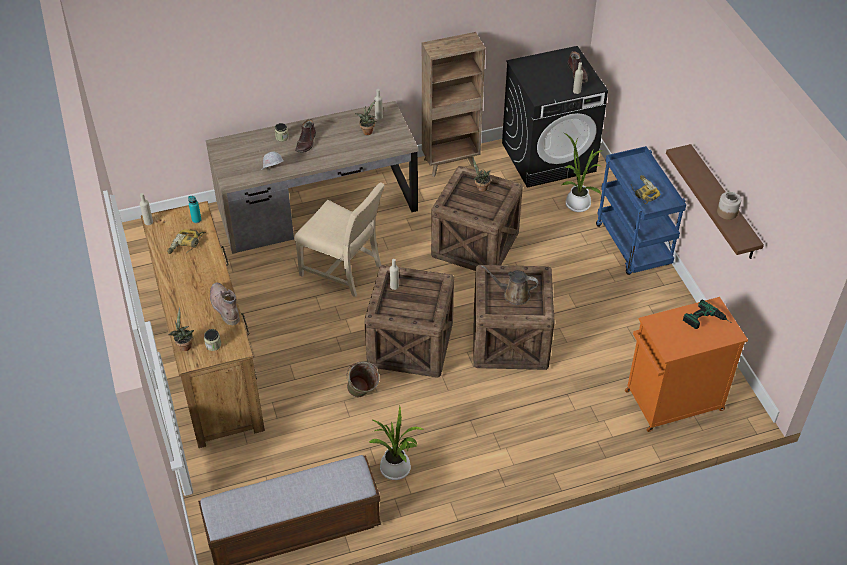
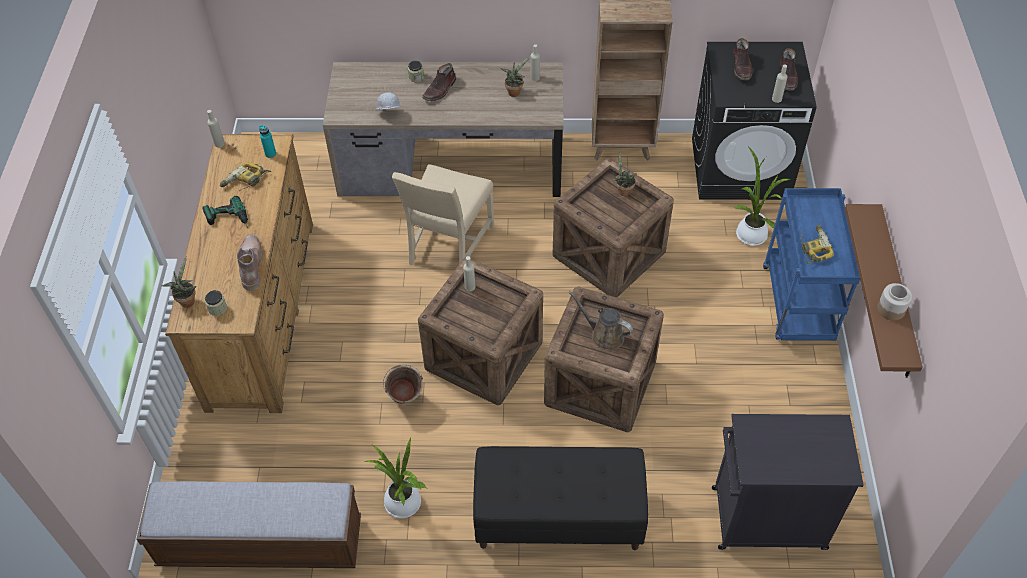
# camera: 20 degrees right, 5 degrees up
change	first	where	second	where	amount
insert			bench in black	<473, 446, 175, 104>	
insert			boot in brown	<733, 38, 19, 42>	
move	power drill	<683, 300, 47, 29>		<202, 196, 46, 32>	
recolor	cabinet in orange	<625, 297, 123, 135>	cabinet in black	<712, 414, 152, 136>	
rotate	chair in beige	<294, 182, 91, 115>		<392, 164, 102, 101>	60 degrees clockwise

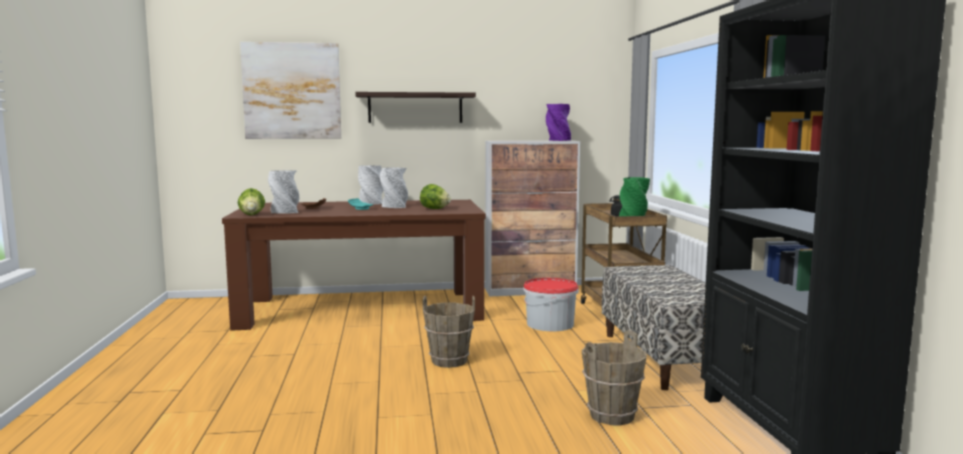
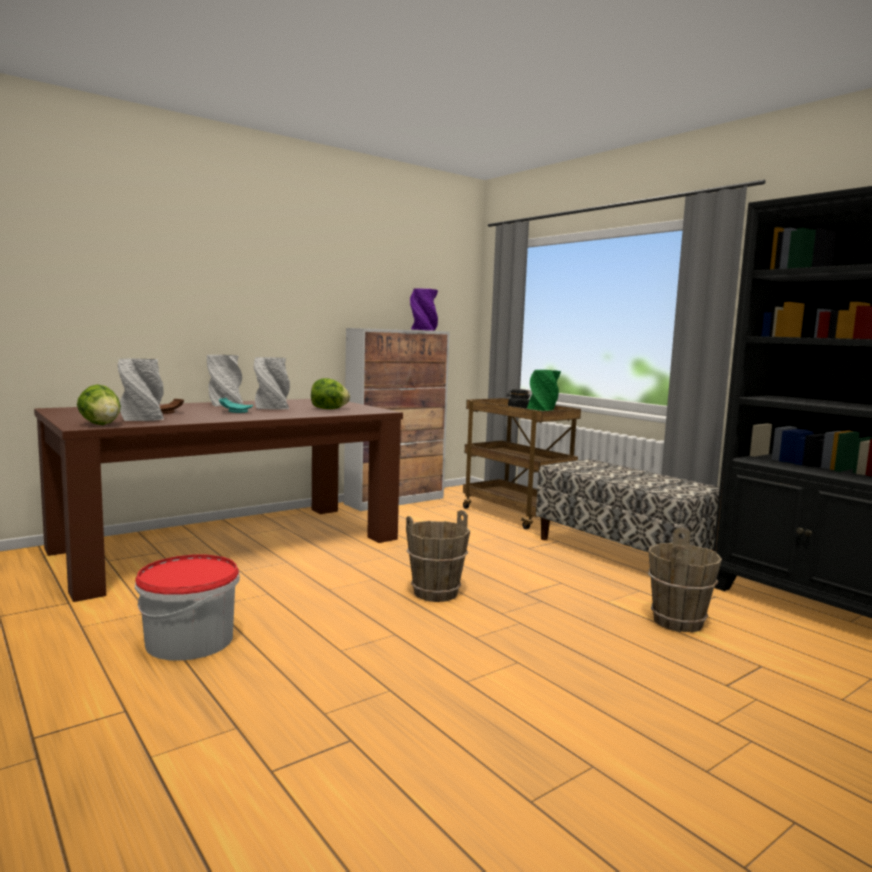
# camera: 30 degrees left, 0 degrees up
change	first	where	second	where	amount
delete	picture	<240, 42, 101, 97>			
delete	shelf	<355, 92, 121, 31>			
move	bucket	<523, 278, 56, 53>		<135, 555, 105, 106>	

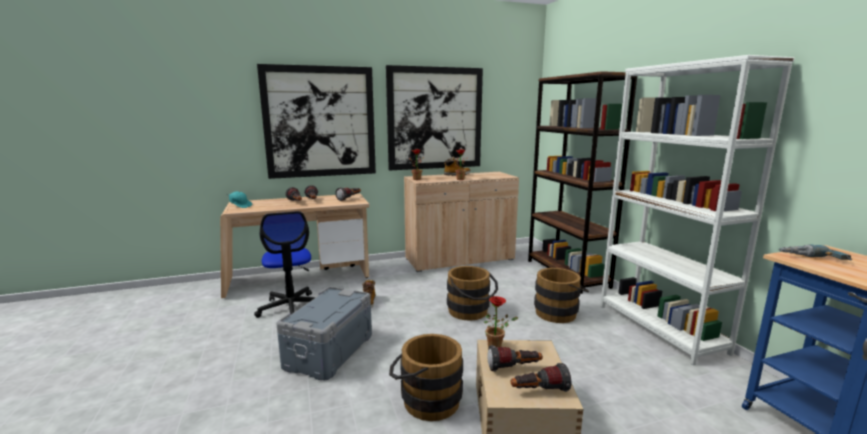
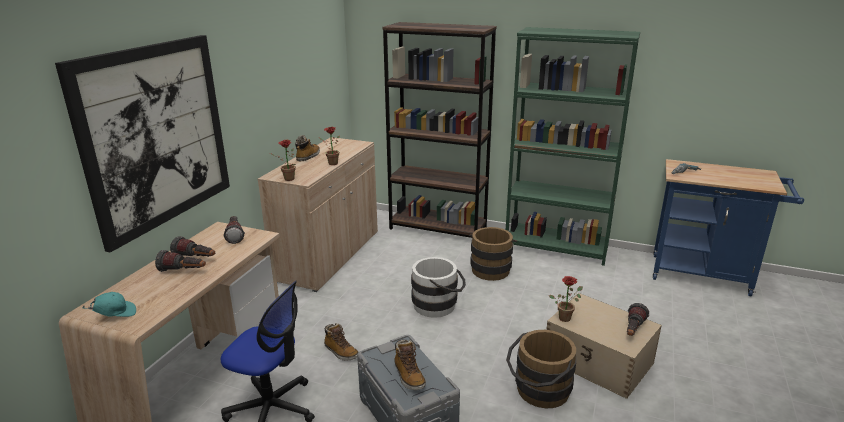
# camera: 50 degrees left, 10 degrees up
change	first	where	second	where	amount
delete	picture	<386, 65, 97, 105>			
delete	flashlight	<487, 345, 56, 27>			
insert			boot	<394, 339, 32, 51>	
recolor	bucket in brown	<447, 266, 51, 55>	bucket in white	<411, 257, 55, 61>	
recolor	bookcase in white	<600, 55, 195, 310>	bookcase in green	<506, 27, 134, 239>	

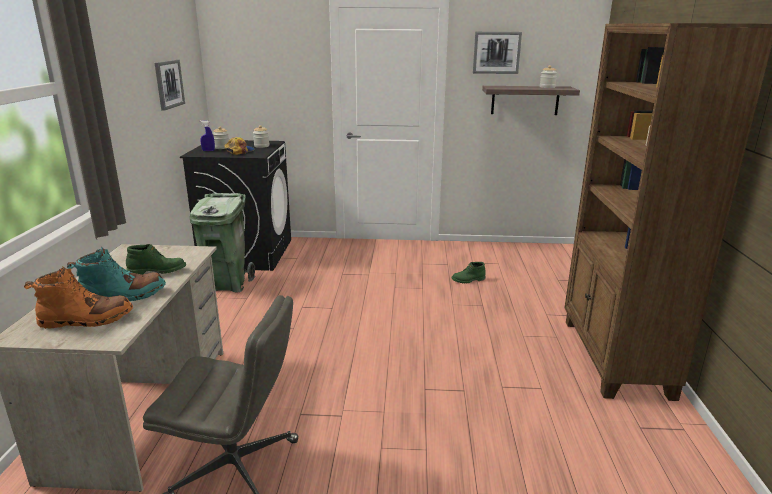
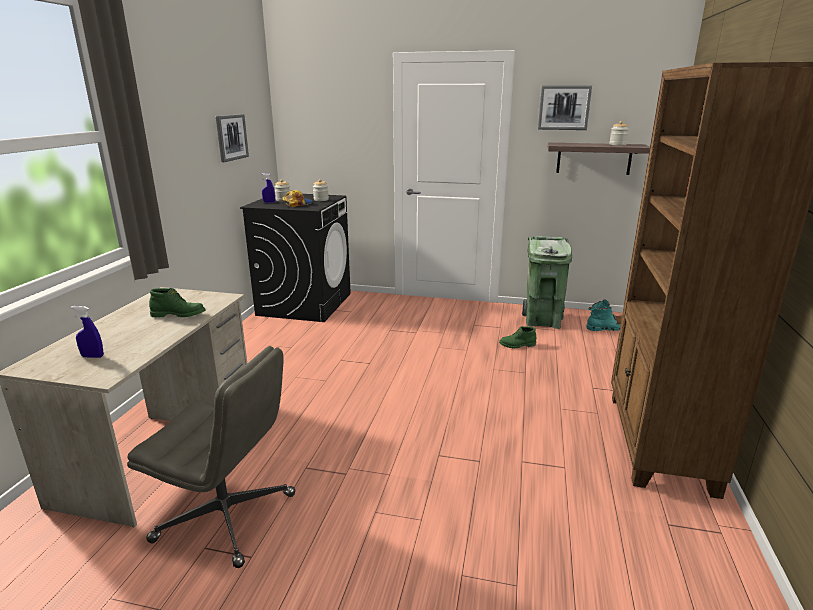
# camera: 10 degrees right, 0 degrees up
change	first	where	second	where	amount
move	boot in turquoise	<67, 247, 99, 54>		<586, 300, 36, 31>	
move	trash can in green	<190, 193, 65, 99>		<522, 236, 50, 93>	
replace	boot in orange	<24, 267, 109, 62>	spray bottle in blue	<71, 306, 33, 52>	

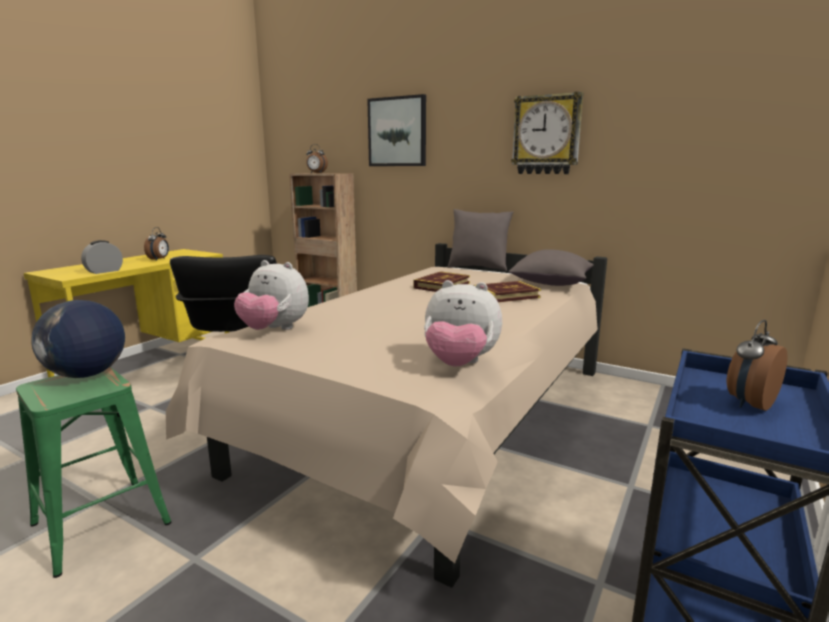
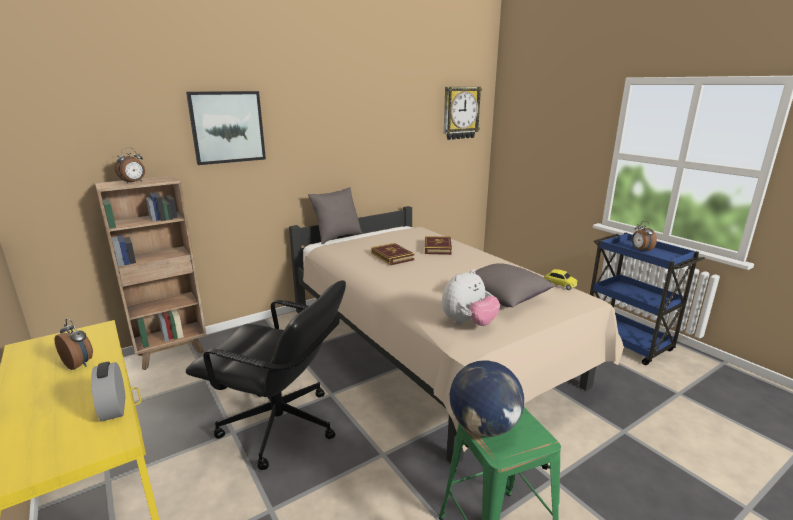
# camera: 65 degrees left, 5 degrees up
change	first	where	second	where	amount
move	pillow in grey	<508, 249, 86, 37>		<475, 263, 81, 44>	
move	wall clock	<511, 92, 72, 82>		<444, 87, 38, 53>	
replace	plush toy	<424, 280, 78, 87>	toy car	<543, 269, 35, 21>	

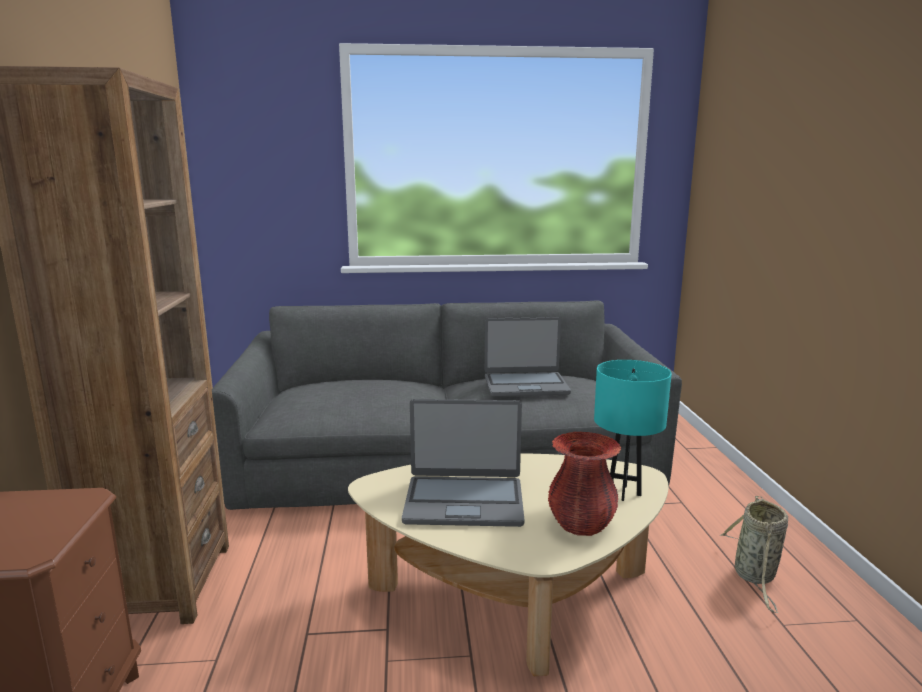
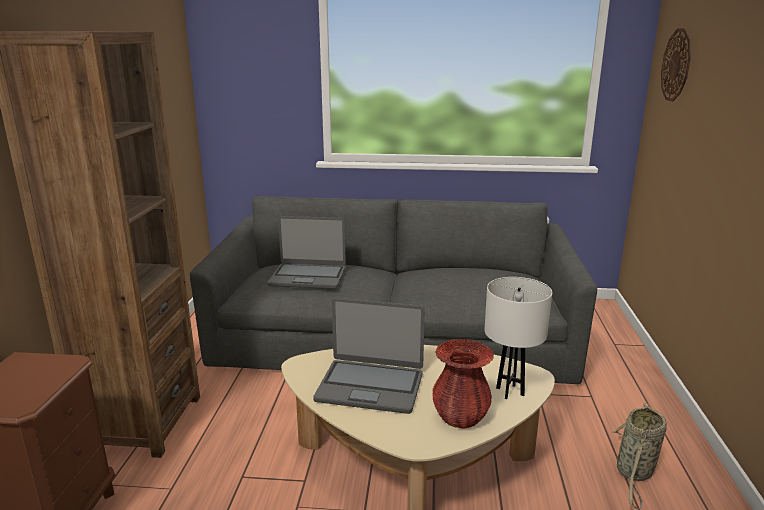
# camera: 10 degrees right, 5 degrees up
change	first	where	second	where	amount
insert			wall clock	<661, 28, 30, 74>	
move	laptop	<485, 317, 86, 80>		<268, 216, 78, 73>	
recolor	table lamp in turquoise	<594, 360, 78, 141>	table lamp in white	<484, 277, 68, 122>	

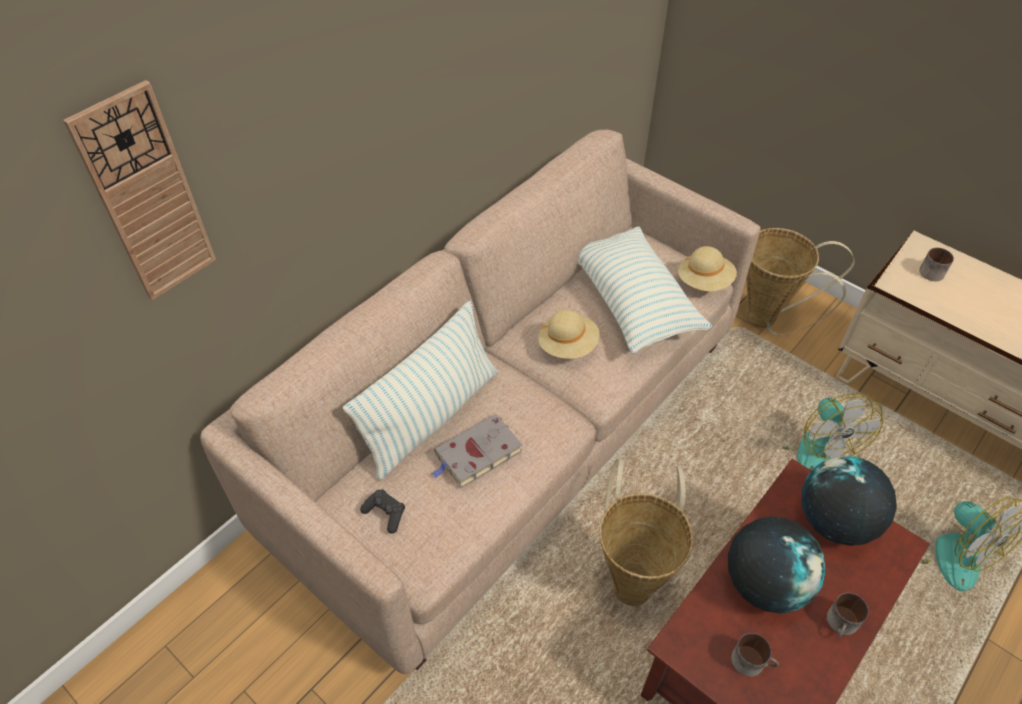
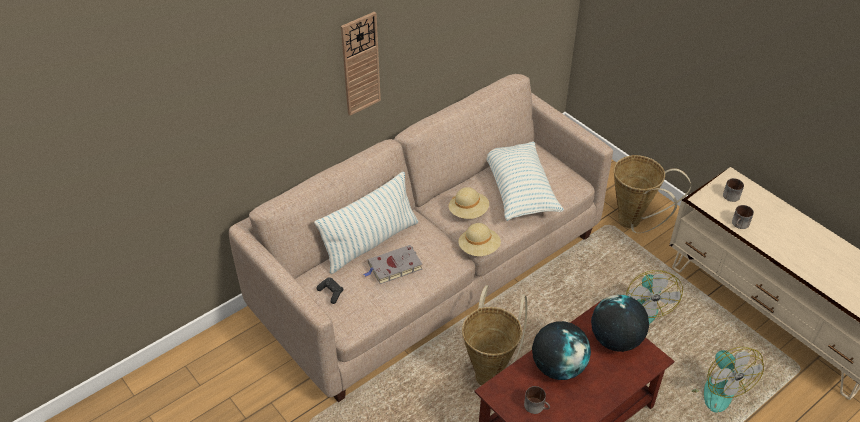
# camera: 10 degrees right, 5 degrees down
change	first	where	second	where	amount
move	wall clock	<63, 80, 153, 220>		<341, 12, 40, 104>	
move	hat in beige	<678, 246, 59, 45>		<458, 223, 43, 33>	
move	mug	<827, 593, 42, 44>		<732, 205, 22, 24>	

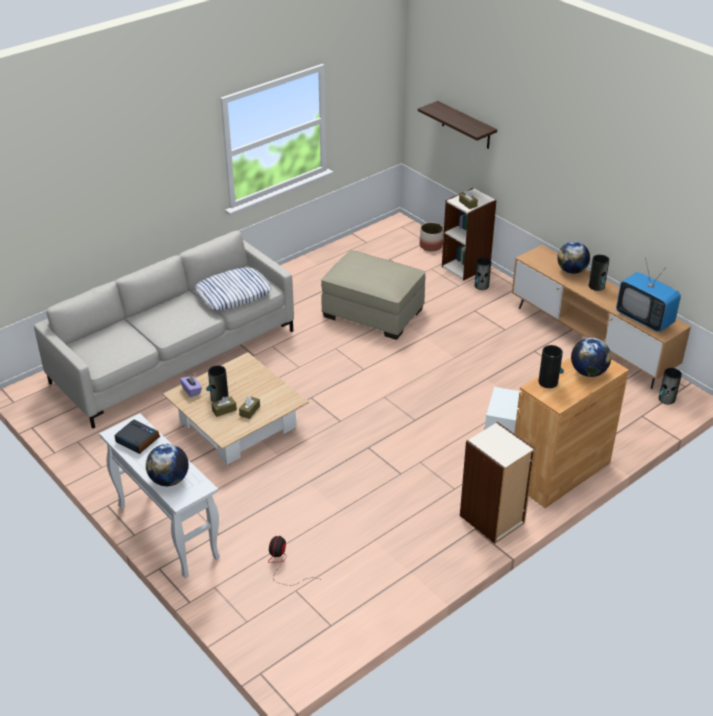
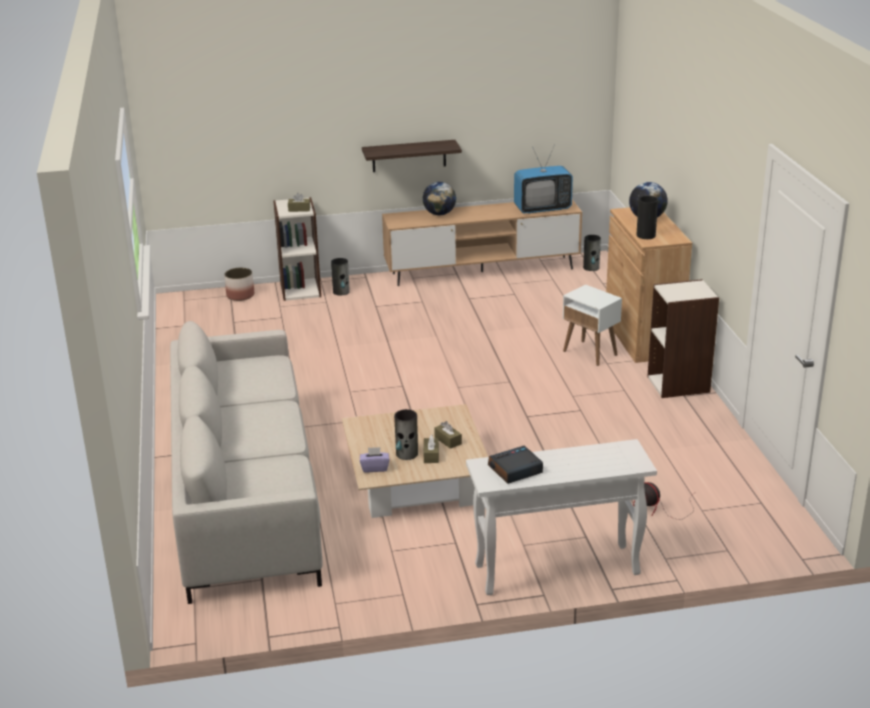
# camera: 60 degrees left, 10 degrees down
change	first	where	second	where	amount
delete	globe	<146, 444, 43, 42>			
delete	pillow	<194, 267, 77, 43>			
delete	ottoman in beige	<321, 250, 104, 90>			
delete	vase	<588, 255, 21, 36>			
move	shelf	<418, 101, 79, 48>		<362, 140, 100, 32>	

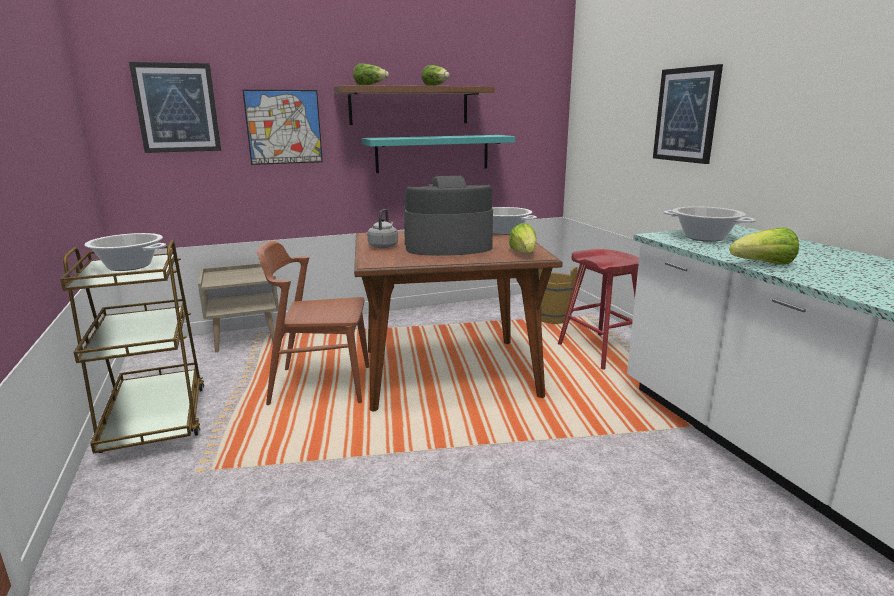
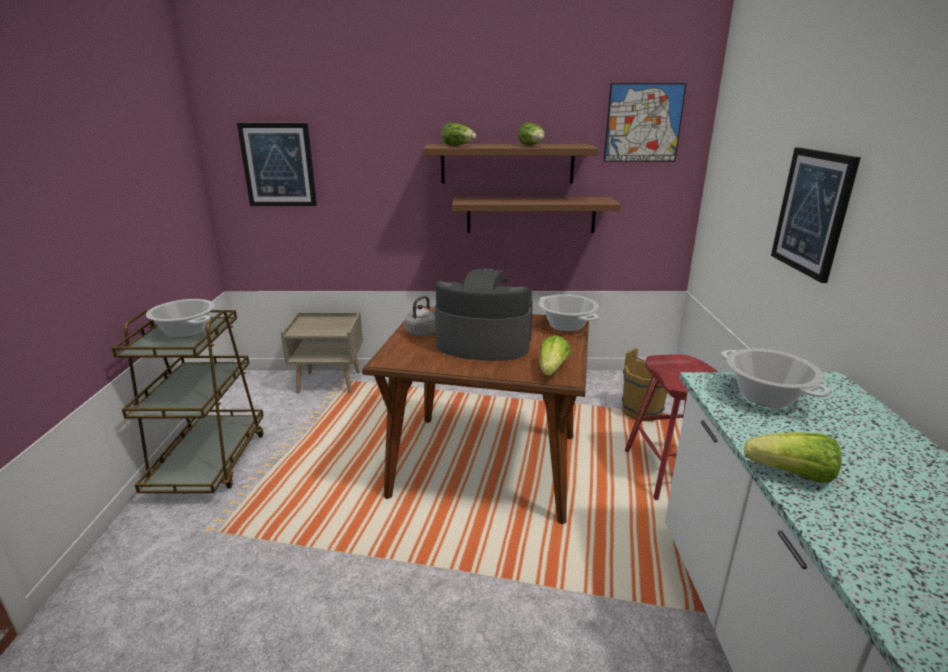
# camera: 20 degrees right, 5 degrees up
change	first	where	second	where	amount
delete	chair in brown	<257, 240, 112, 165>			
move	picture	<243, 90, 80, 75>		<604, 83, 82, 79>	
recolor	shelf in turquoise	<361, 135, 154, 38>	shelf in brown	<452, 197, 169, 36>	

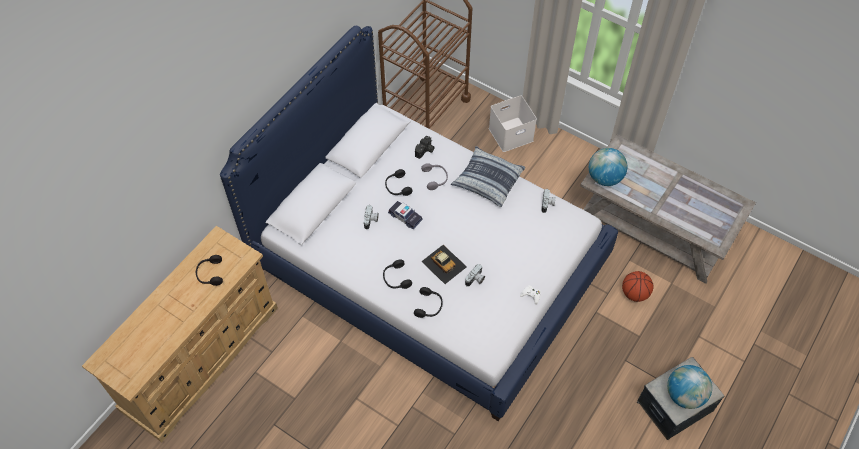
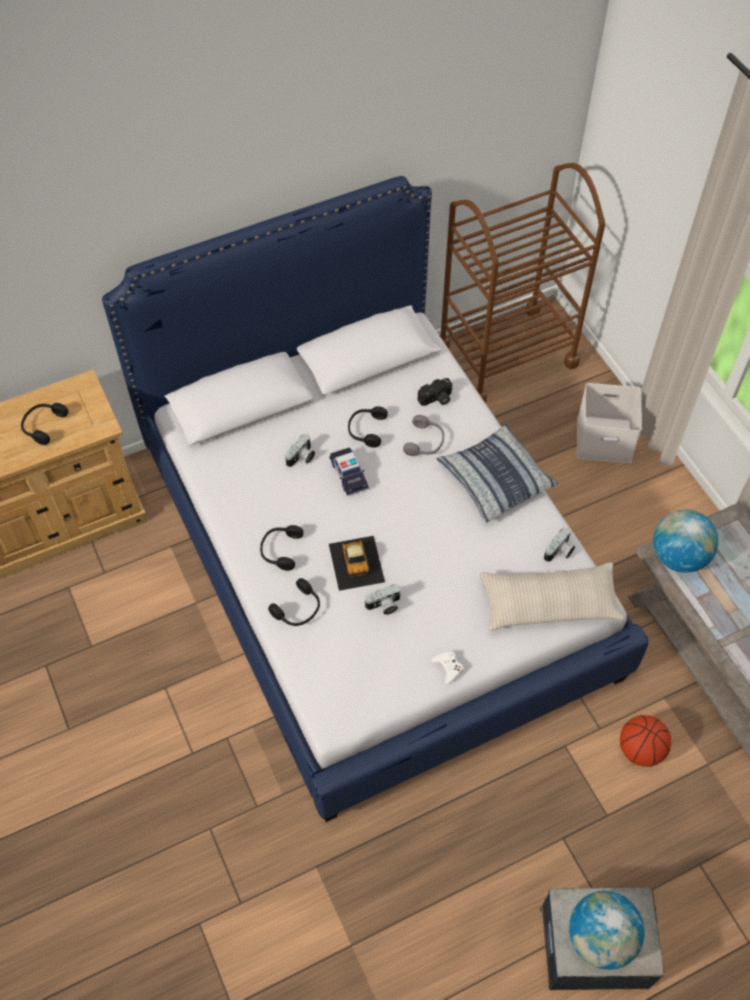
# camera: 30 degrees right, 0 degrees up
change	first	where	second	where	amount
insert			pillow in beige	<480, 562, 144, 69>	

